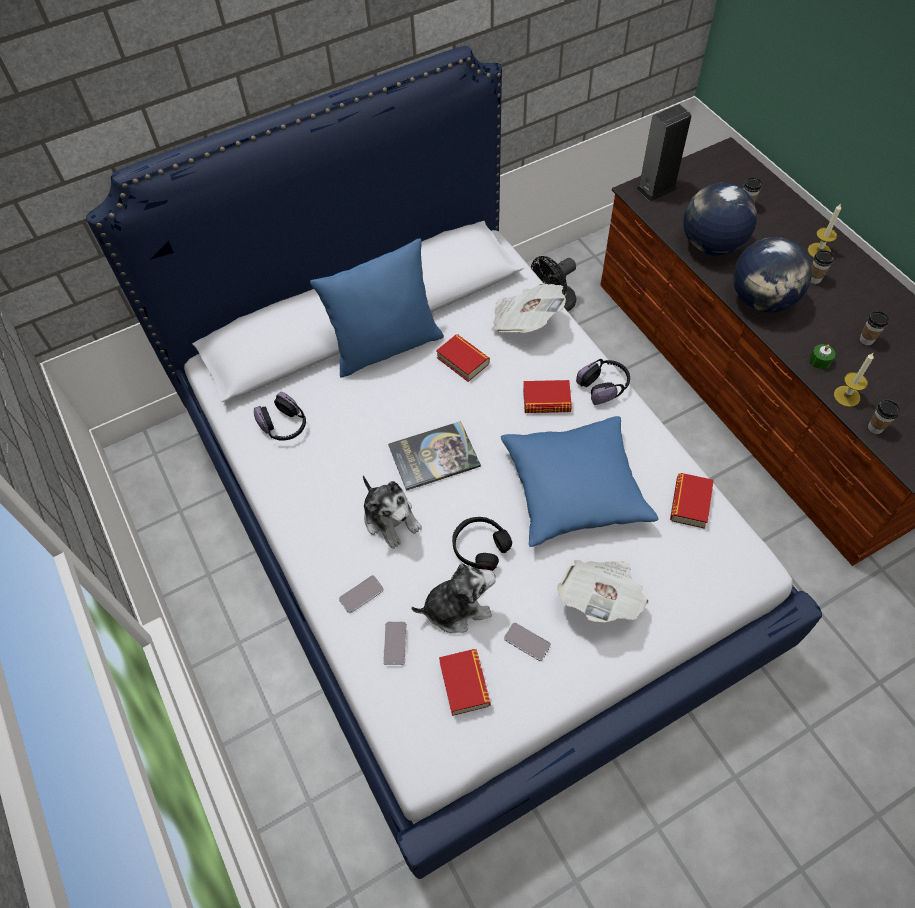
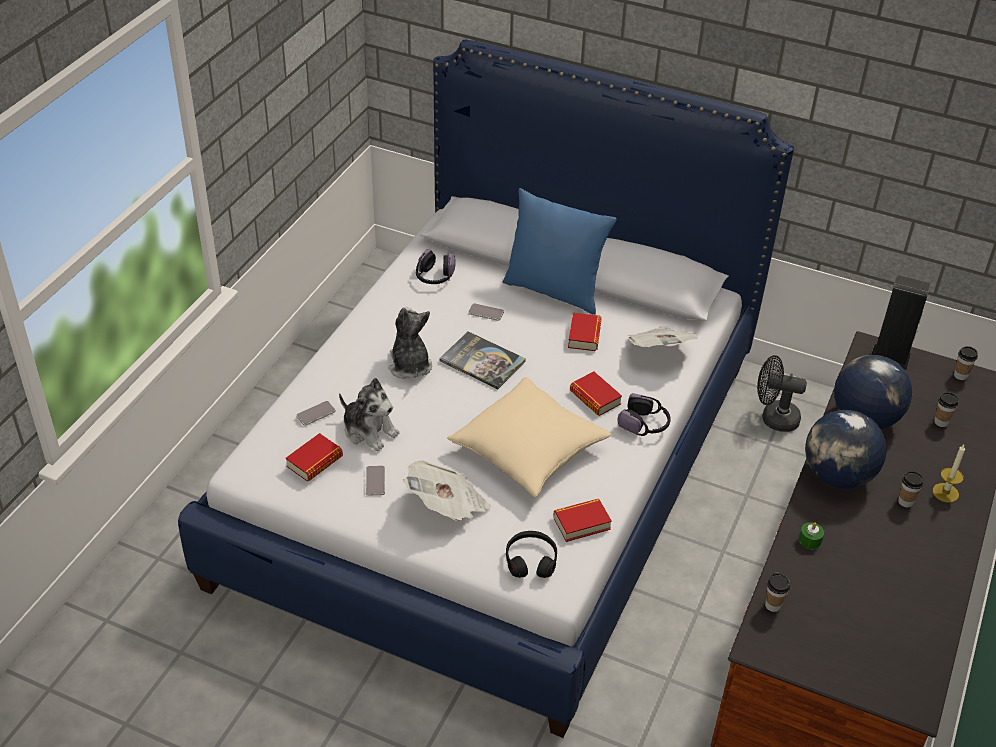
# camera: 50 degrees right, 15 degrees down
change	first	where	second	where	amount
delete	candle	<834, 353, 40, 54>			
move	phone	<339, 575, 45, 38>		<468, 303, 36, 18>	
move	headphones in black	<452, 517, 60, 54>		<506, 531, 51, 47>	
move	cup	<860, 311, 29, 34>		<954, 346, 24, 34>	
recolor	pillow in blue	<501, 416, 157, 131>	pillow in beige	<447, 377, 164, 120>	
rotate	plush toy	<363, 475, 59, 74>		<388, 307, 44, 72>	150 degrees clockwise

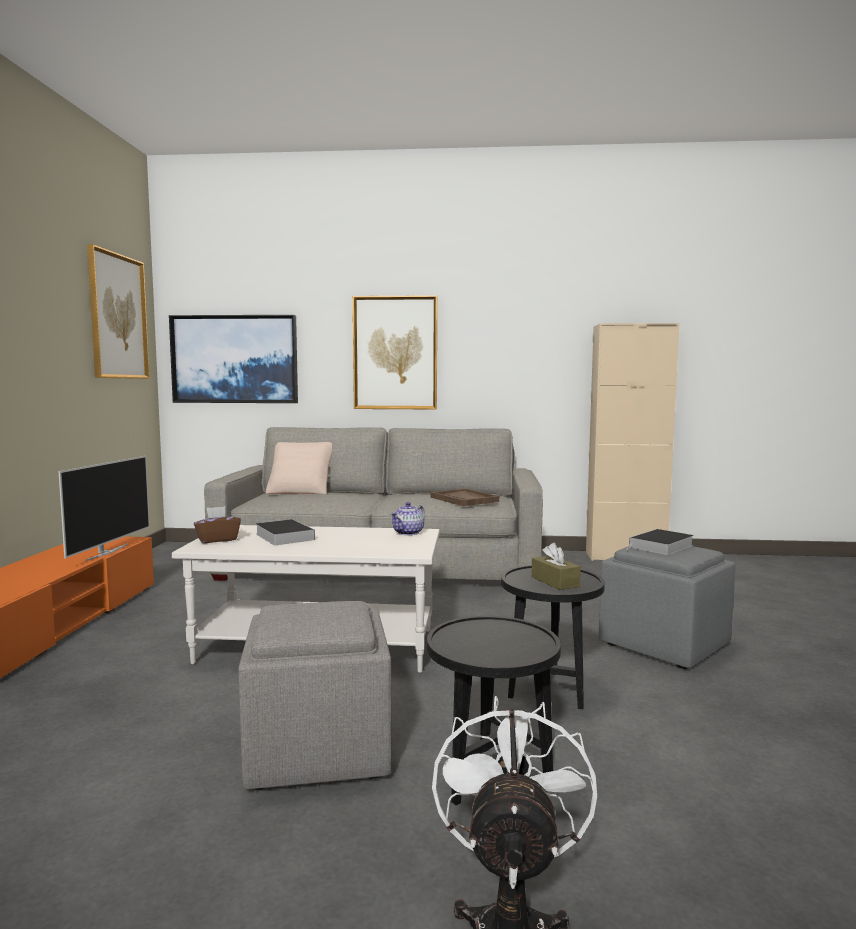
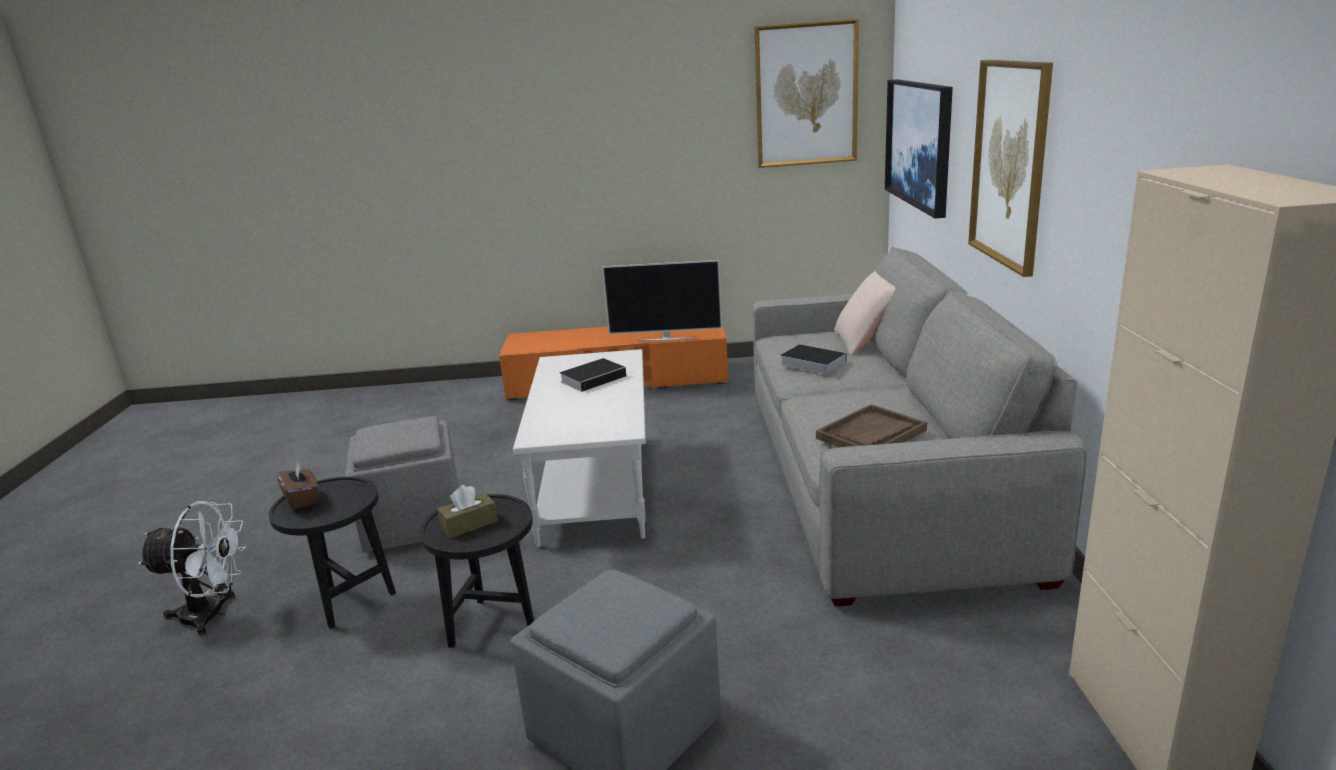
# camera: 85 degrees right, 15 degrees up
change	first	where	second	where	amount
delete	teapot	<391, 502, 34, 33>			
move	tissue box in brown	<194, 506, 47, 37>		<276, 460, 42, 50>	
move	book	<626, 529, 68, 26>		<780, 344, 66, 30>	

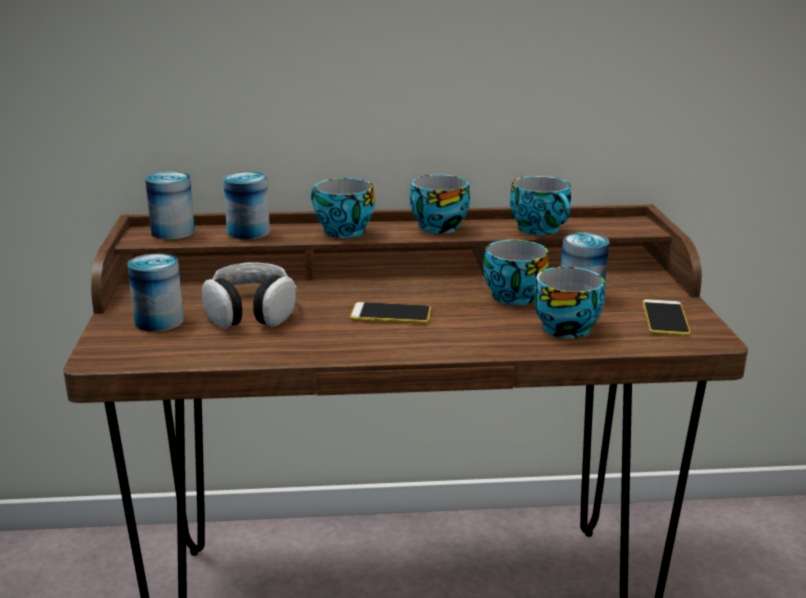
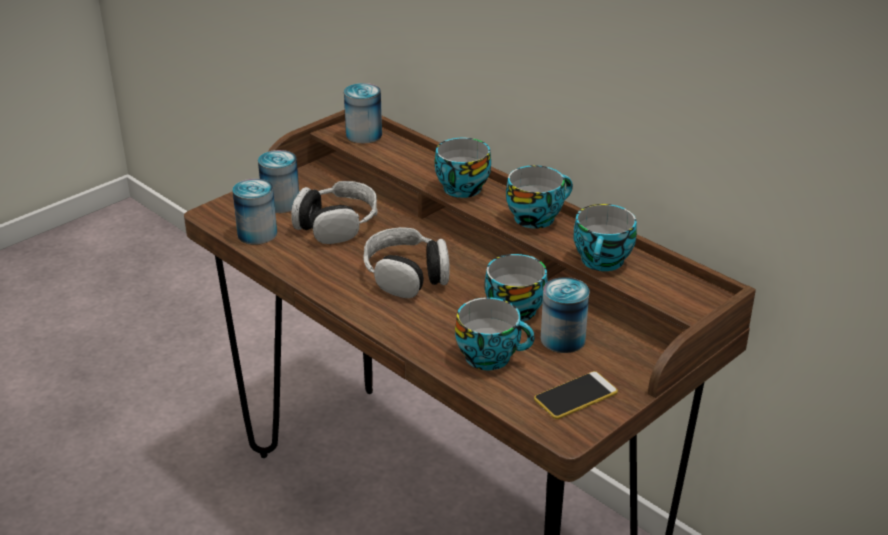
# camera: 50 degrees right, 10 degrees up
change	first	where	second	where	amount
move	can	<223, 172, 47, 68>		<232, 179, 45, 65>	
replace	phone	<350, 302, 81, 22>	headphones	<363, 227, 87, 71>	

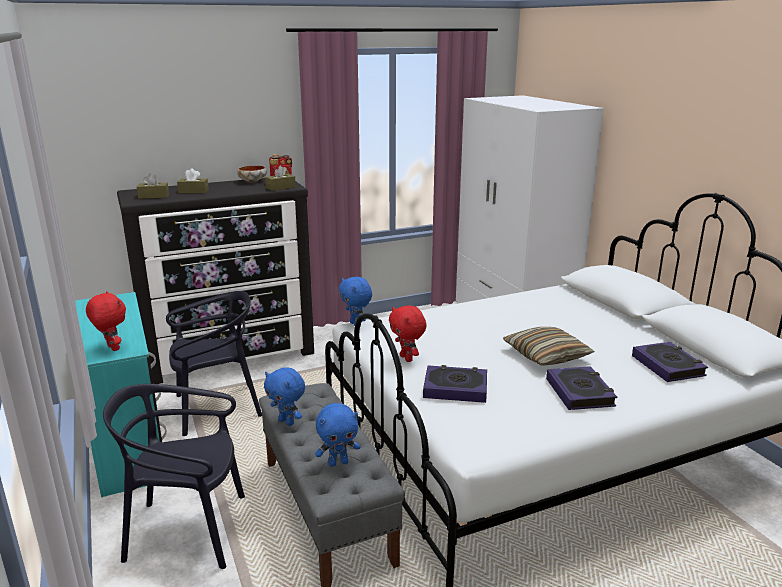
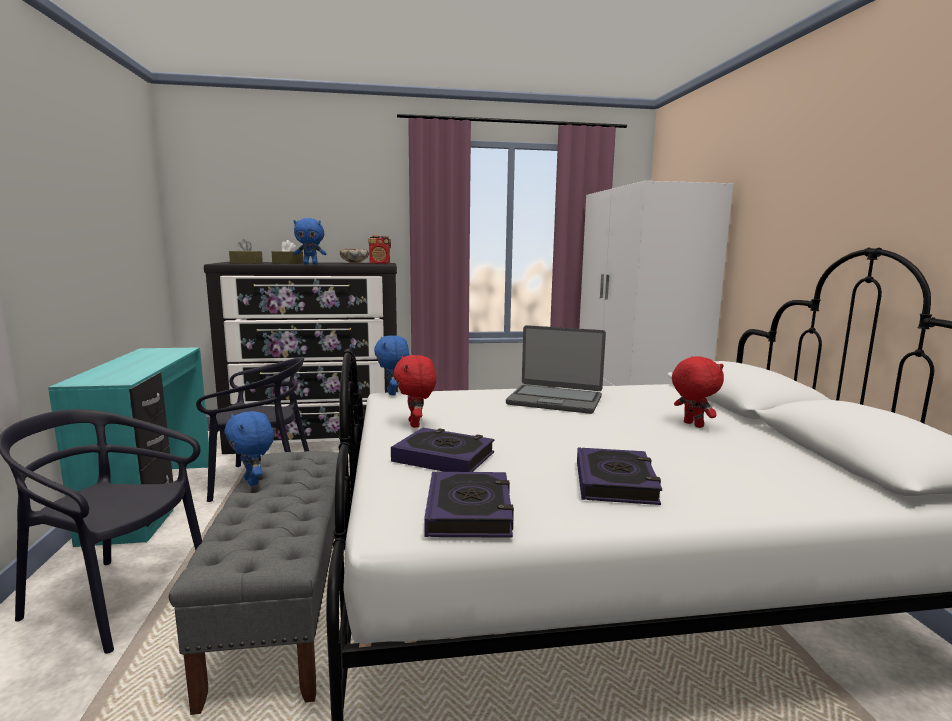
# camera: 15 degrees right, 10 degrees down
change	first	where	second	where	amount
delete	tissue box in brown	<265, 166, 31, 25>			
delete	pillow	<503, 327, 92, 39>			
insert			laptop	<506, 325, 100, 89>	
move	plush toy in red	<86, 291, 40, 60>		<672, 356, 52, 72>	
move	plush toy in blue	<315, 403, 45, 64>		<294, 218, 33, 47>	
move	book	<632, 342, 76, 40>		<424, 472, 90, 66>	

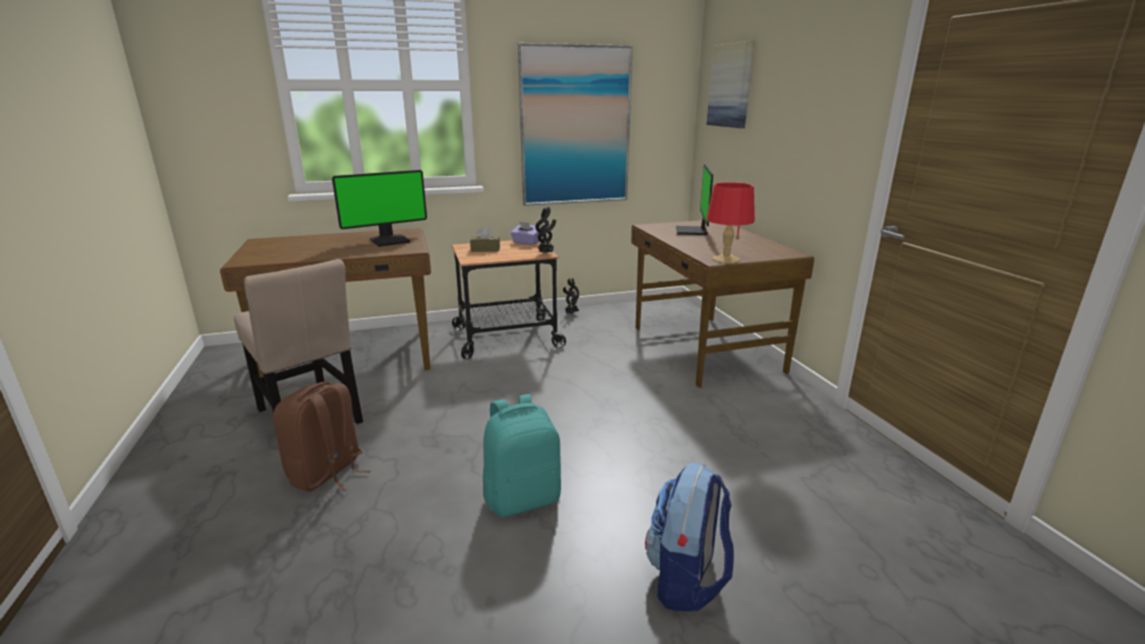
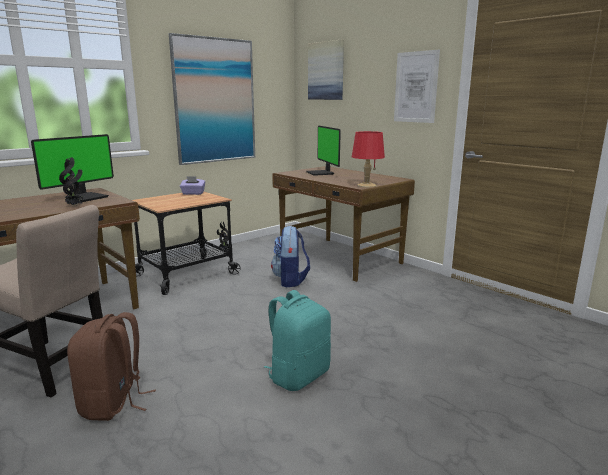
# camera: 25 degrees left, 5 degrees down
change	first	where	second	where	amount
delete	tissue box in brown	<470, 226, 30, 26>			
insert			picture	<394, 50, 46, 73>	
move	potted plant	<535, 207, 21, 47>		<59, 157, 24, 49>	
move	backpack	<645, 463, 89, 149>		<271, 226, 39, 61>	

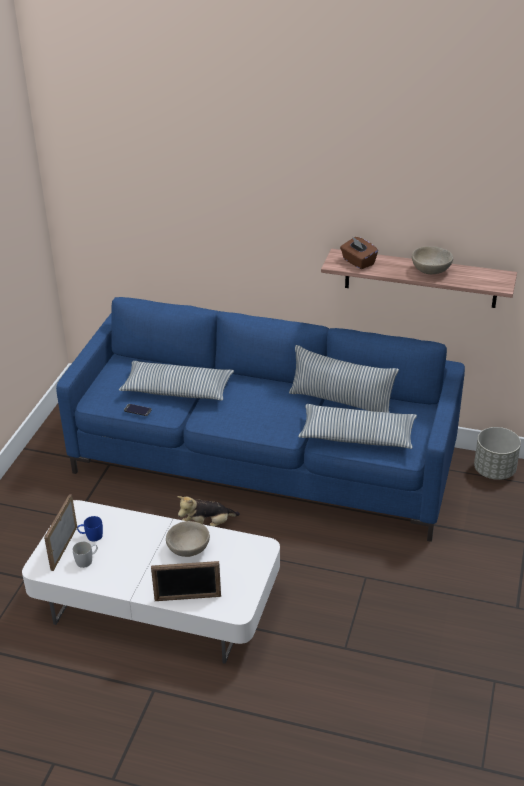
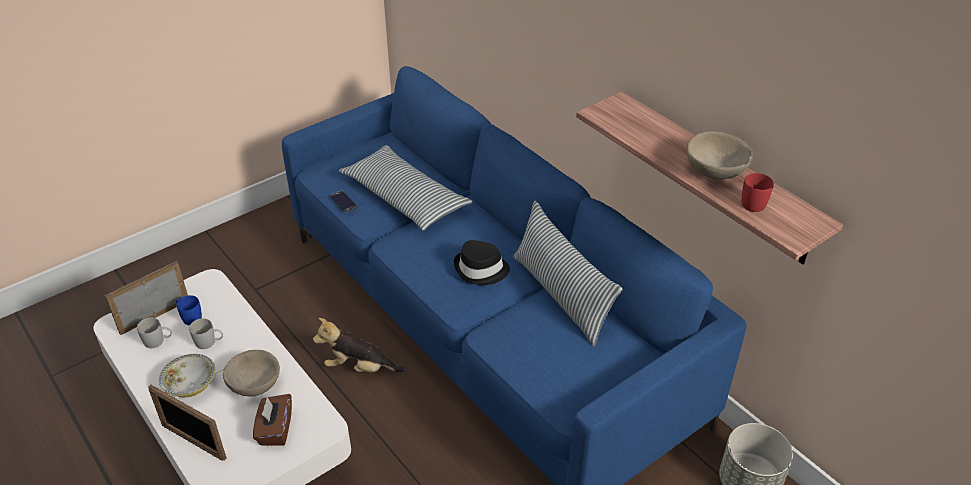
# camera: 35 degrees right, 5 degrees up
change	first	where	second	where	amount
delete	pillow	<298, 404, 119, 45>			
insert			bowl	<159, 354, 56, 43>	
insert			mug in white	<189, 318, 34, 31>	
insert			hat in black	<454, 240, 56, 45>	
insert			mug in red	<742, 173, 32, 39>	
move	tissue box in brown	<340, 236, 38, 33>		<253, 394, 39, 52>	

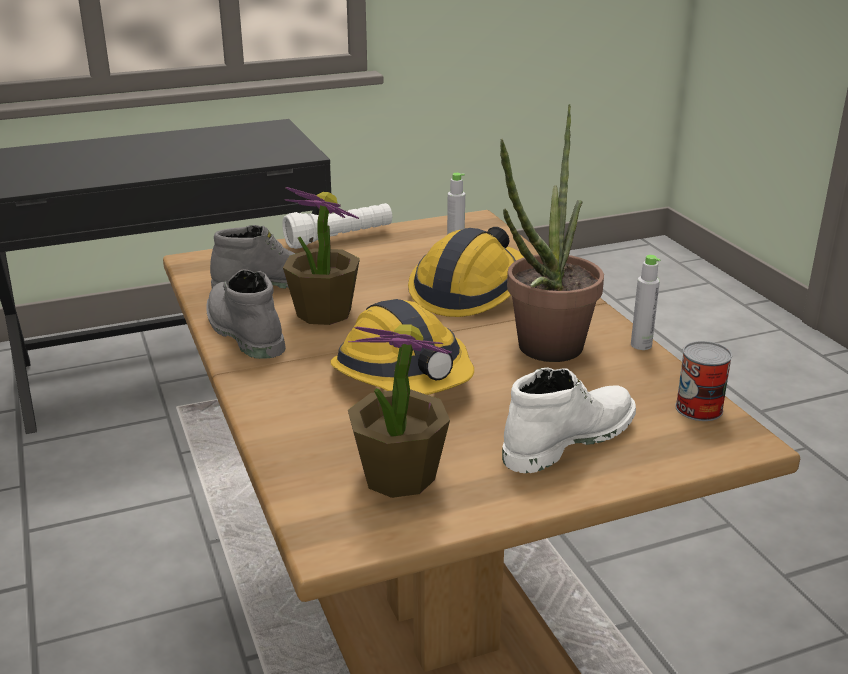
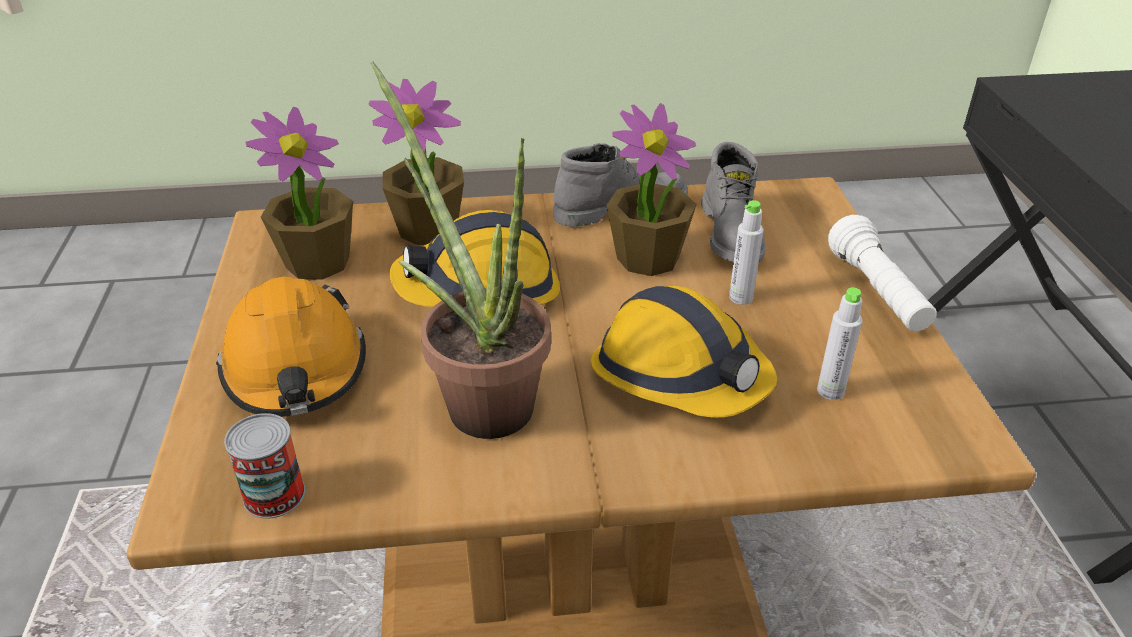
# camera: 105 degrees right, 10 degrees up
change	first	where	second	where	amount
insert			potted plant	<368, 79, 96, 166>	
move	bottle in grey	<631, 255, 29, 95>		<729, 200, 35, 105>	
replace	boot in white	<502, 367, 134, 106>	hard hat in orange	<216, 277, 150, 140>	

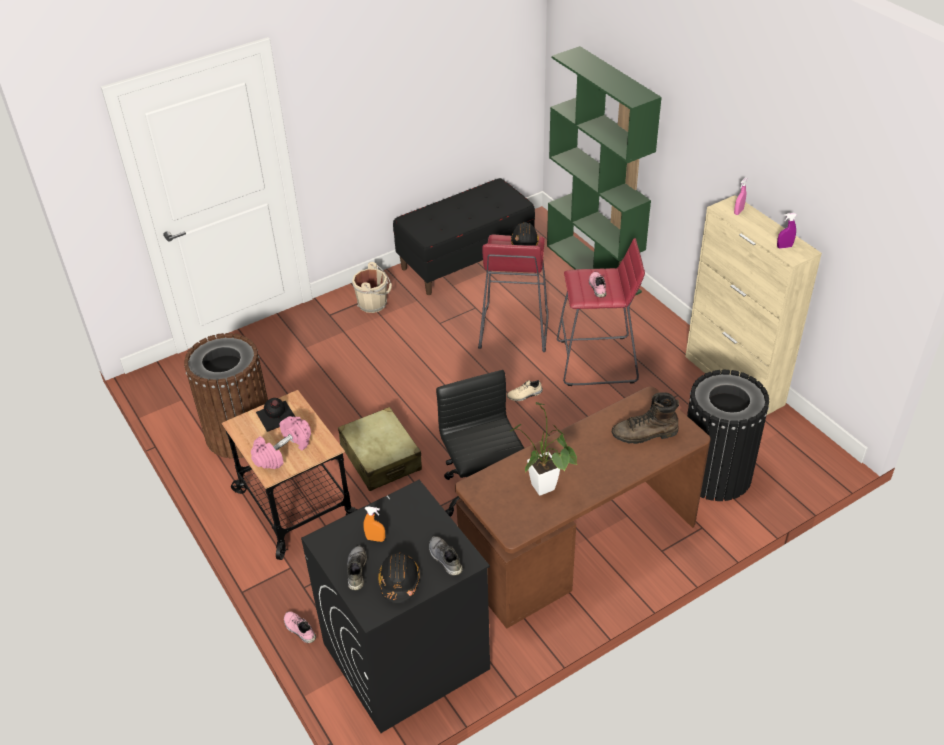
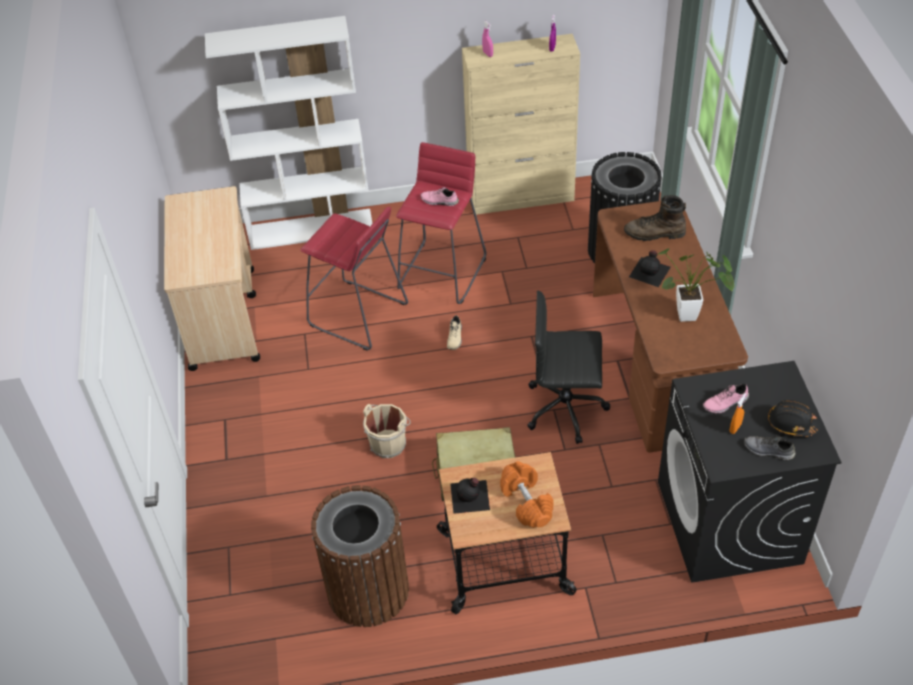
# camera: 65 degrees left, 5 degrees up
change	first	where	second	where	amount
delete	shoe in grey	<429, 536, 34, 40>			
delete	hard hat in black	<511, 222, 28, 24>			
insert			bottle in black	<629, 250, 42, 37>	
move	shoe in pink	<284, 612, 32, 31>		<703, 384, 46, 29>	
move	bucket in beige	<352, 262, 40, 51>		<363, 404, 48, 54>	
replace	bench in black	<393, 178, 142, 117>	cart in beige	<164, 186, 96, 185>	
recolor	dumbbell in pink	<251, 416, 60, 54>	dumbbell in orange	<500, 461, 54, 67>	
recolor	bookcase in green	<547, 46, 115, 250>	bookcase in white	<205, 16, 167, 234>	
rotate	boot in brown	<612, 392, 67, 52>		<624, 195, 62, 46>	75 degrees clockwise

